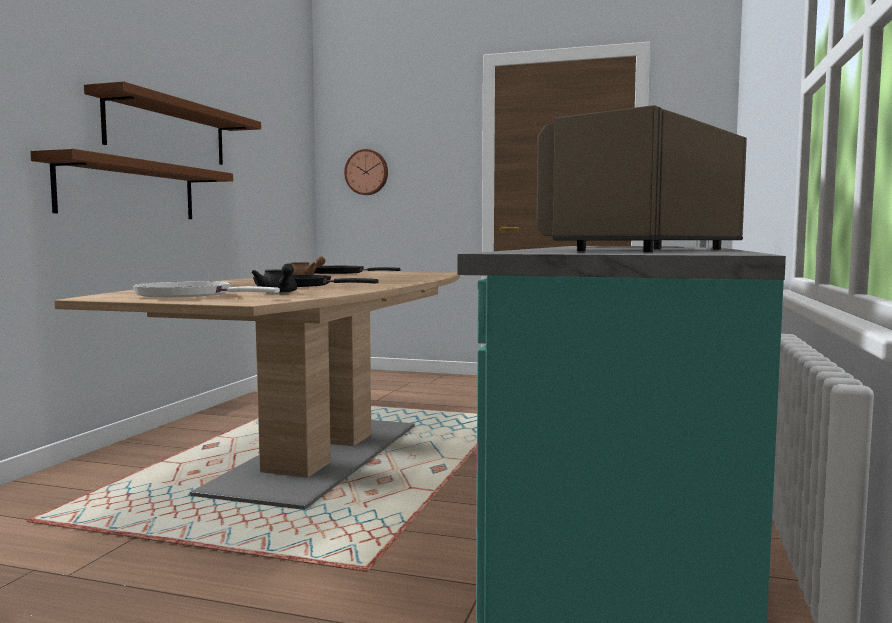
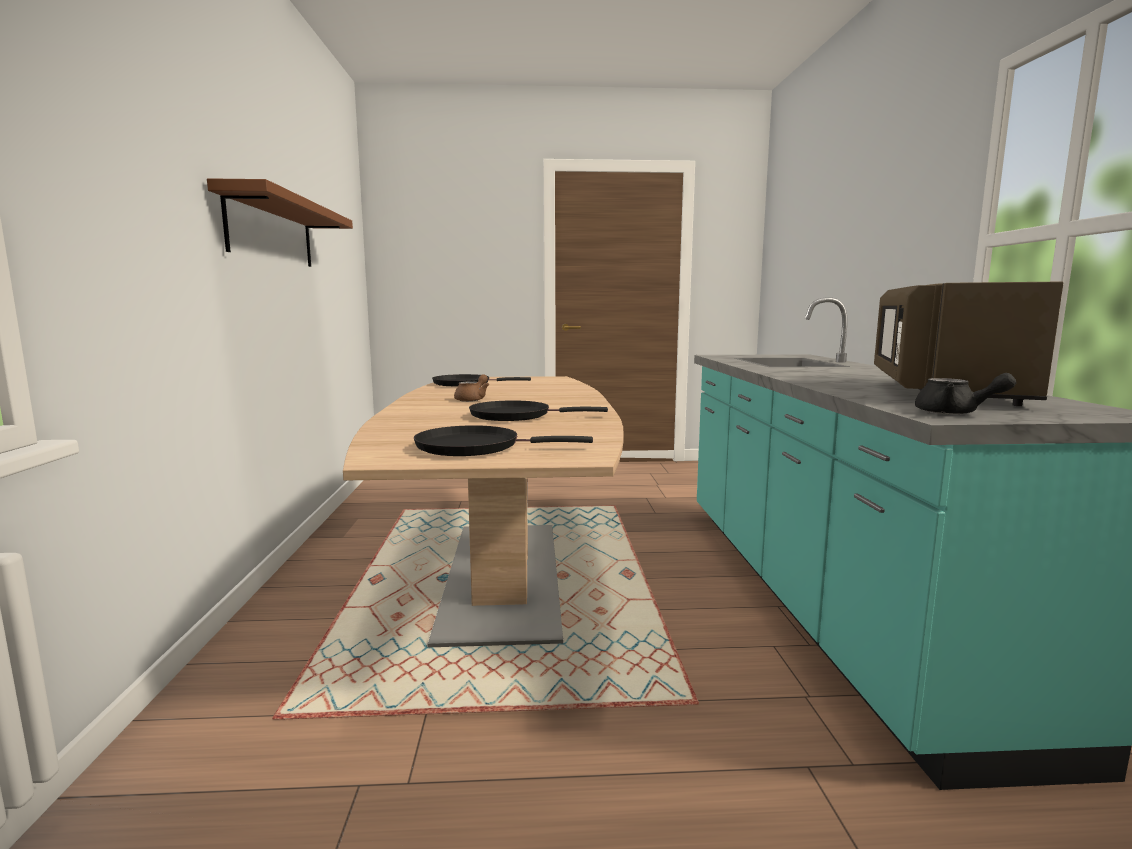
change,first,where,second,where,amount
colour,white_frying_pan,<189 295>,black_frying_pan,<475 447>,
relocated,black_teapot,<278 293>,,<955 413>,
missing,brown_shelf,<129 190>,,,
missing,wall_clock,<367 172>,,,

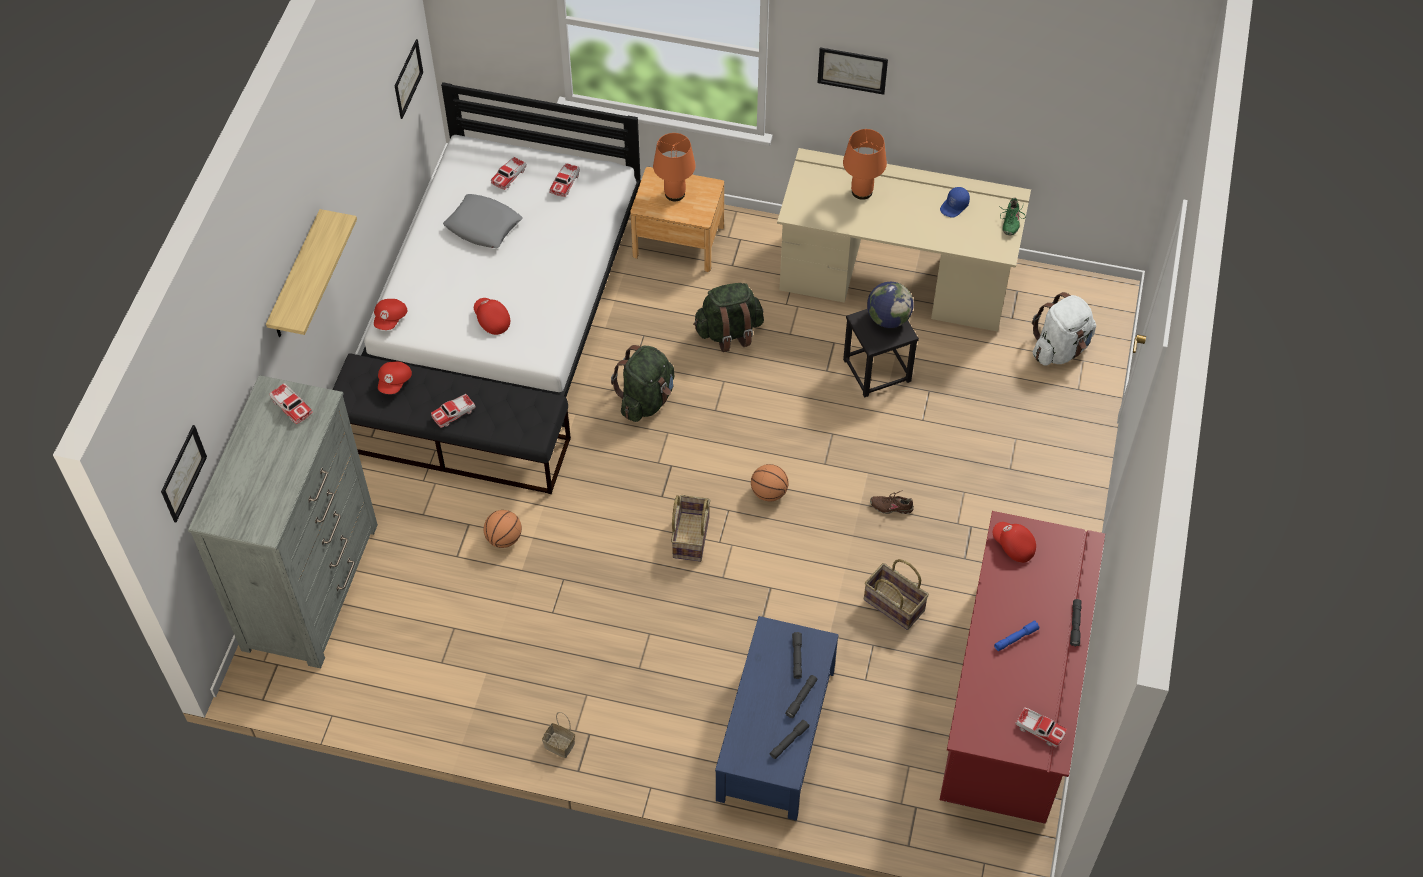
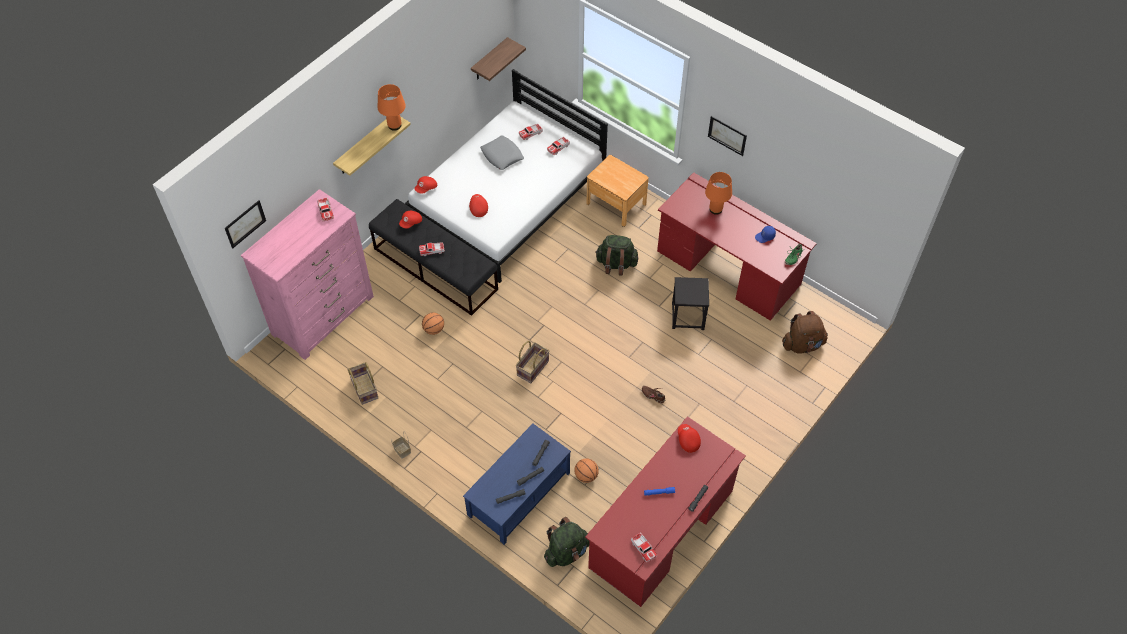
change,first,where,second,where,amount
colour,grey_dresser,<311 586>,pink_dresser,<323 315>,
relocated,basket,<893 605>,,<364 389>,
relocated,orange_table_lamp,<675 193>,,<395 125>,
exchanged,picture,<408 78>,shelf,<489 60>,
relocated,green_backpack,<646 400>,,<567 552>,
relocated,basketball,<769 493>,,<586 476>,
colour,beige_desk,<896 277>,red_desk,<728 268>,
colour,white_backpack,<1060 349>,brown_backpack,<802 344>,
missing,globe,<888 319>,,,

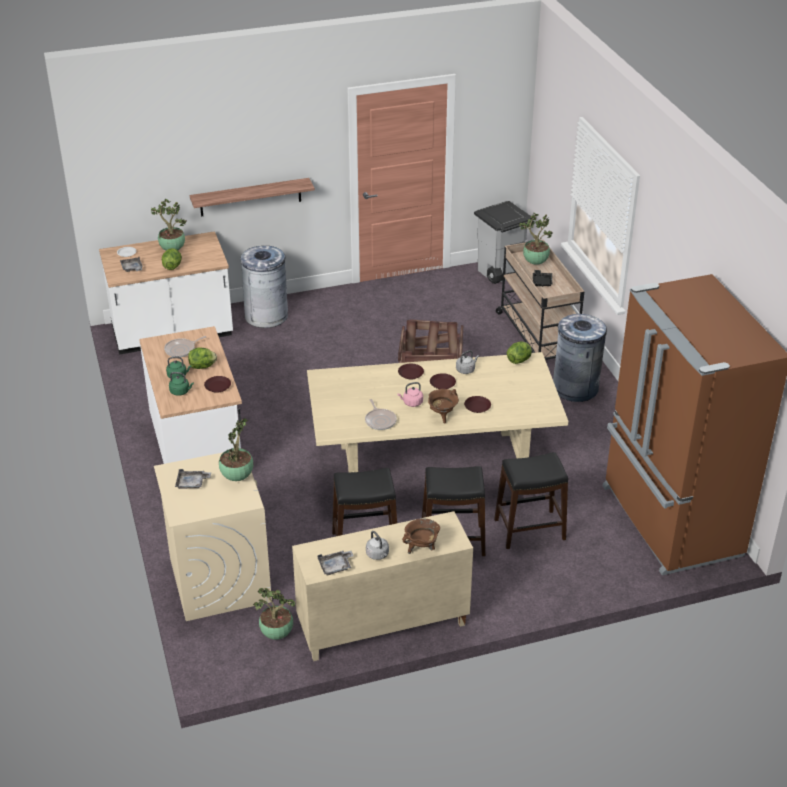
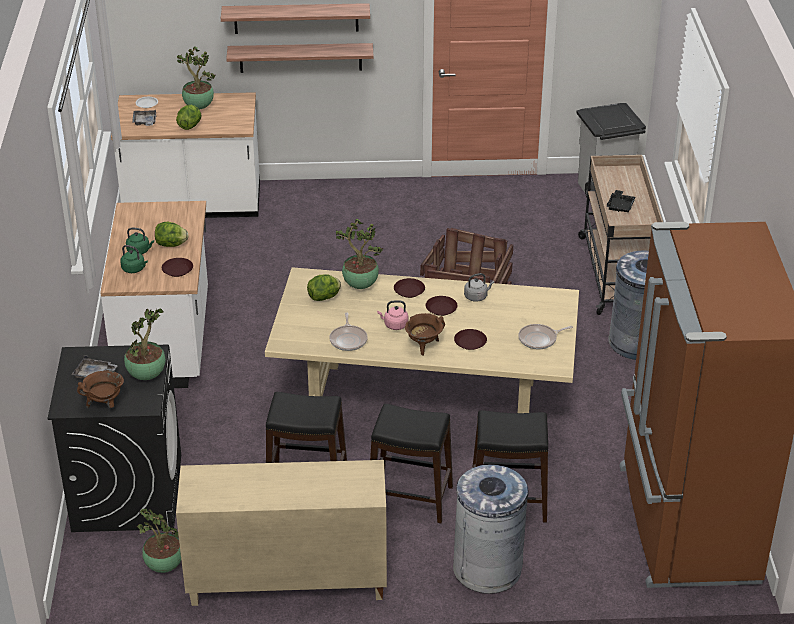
change,first,where,second,where,amount
colour,beige_washing_machine,<219 579>,black_washing_machine,<127 492>,
relocated,brown_cooking_pot,<421 548>,,<104 404>,
appeared,,,shelf,<296 18>,
relocated,lettuce,<519 360>,,<324 297>,
relocated,potted_plant,<534 262>,,<359 285>,
relocated,grey_trash_can,<266 316>,,<488 568>,
relocated,frying_pan,<181 350>,,<539 339>,
missing,grey_tray,<336 566>,,,
missing,grey_kettle,<378 555>,,,

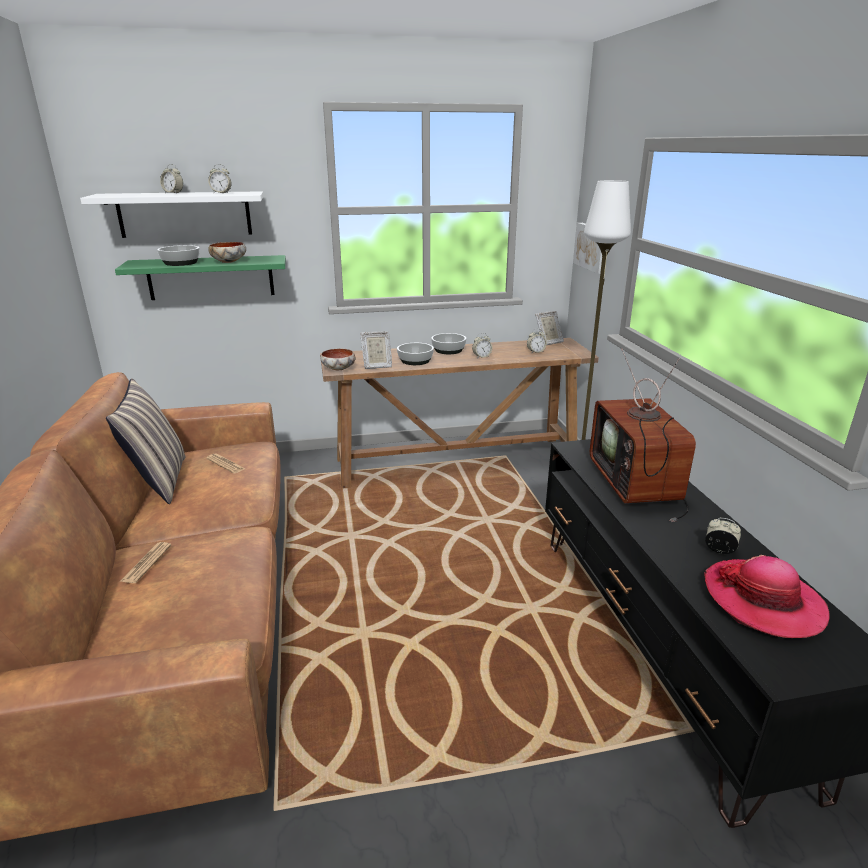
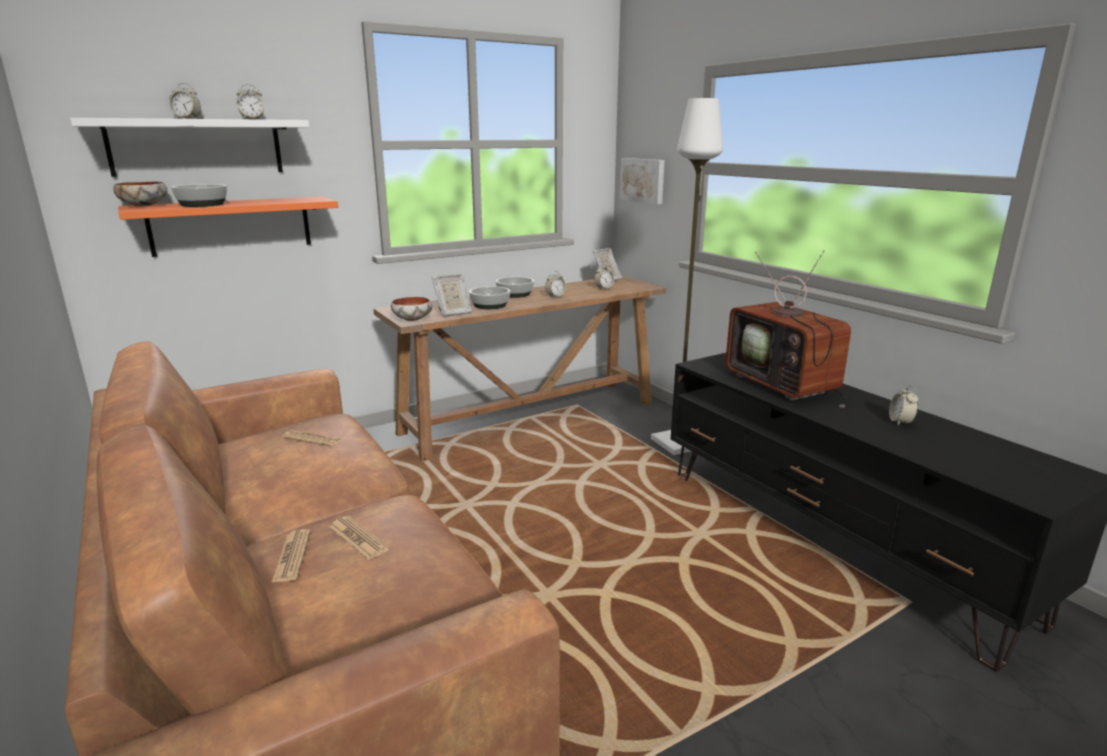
change,first,where,second,where,amount
relocated,bowl,<229 261>,,<144 205>,
colour,green_shelf,<211 277>,orange_shelf,<231 225>,
appeared,,,newspaper,<358 538>,
spun,alarm_clock,<719 550>,,<900 422>,90 degrees counterclockwise
missing,pillow,<159 481>,,,
missing,hat,<763 601>,,,

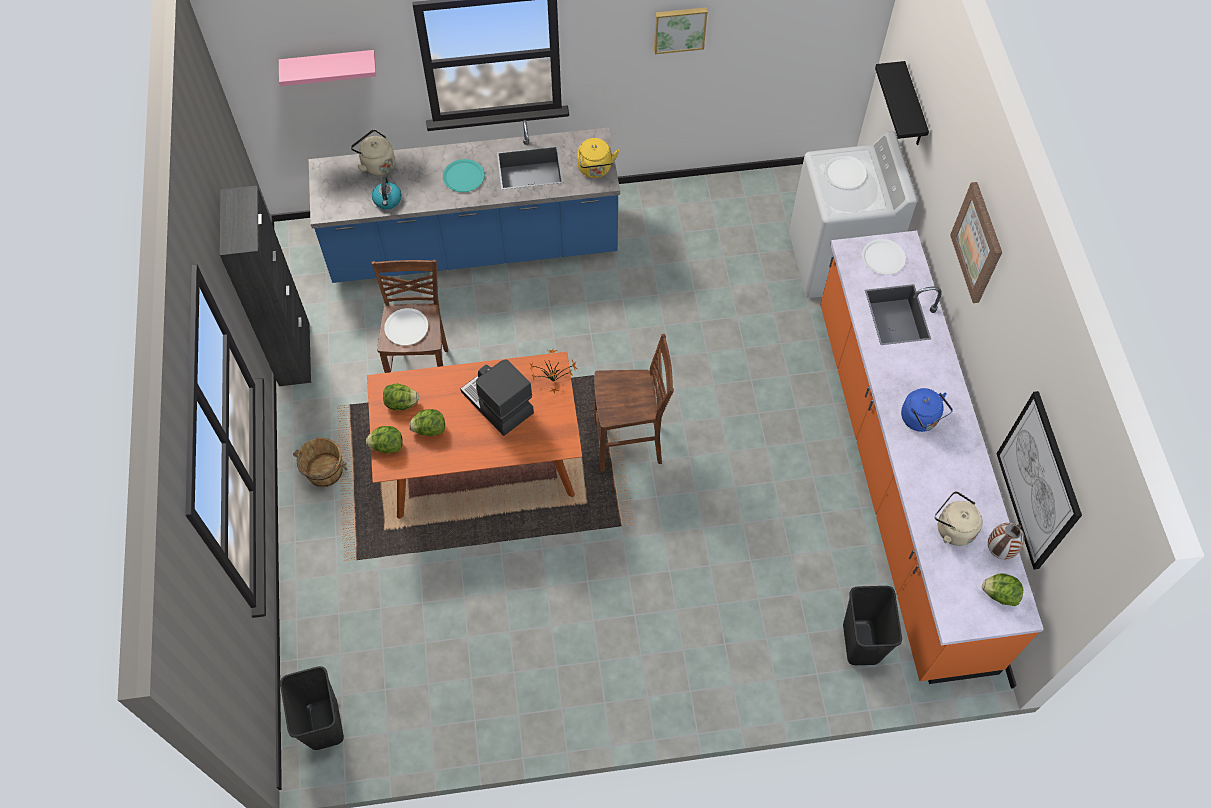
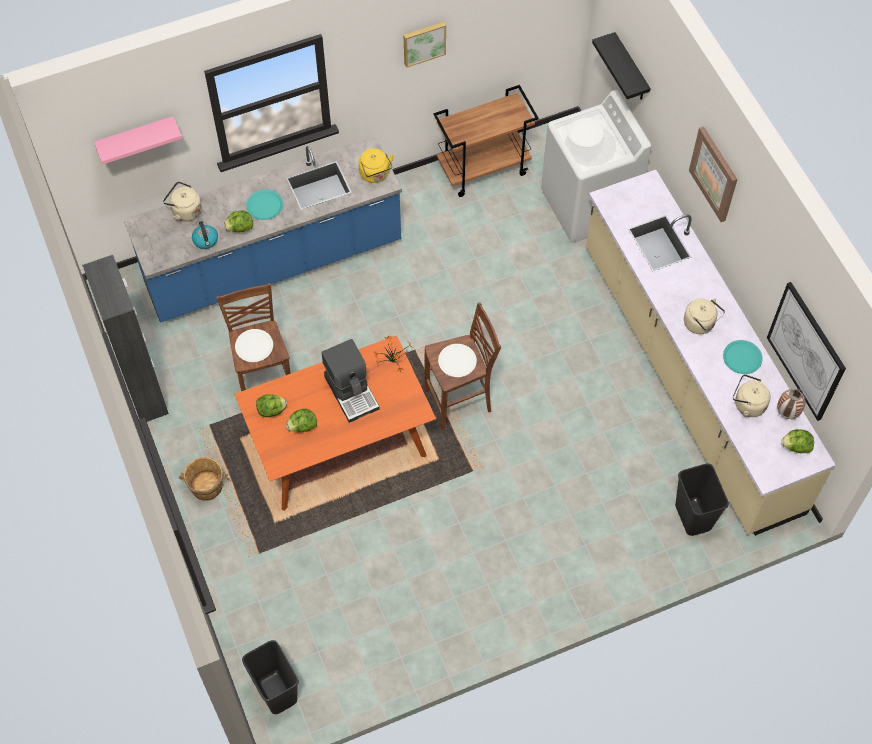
change,first,where,second,where,amount
relocated,lettuce,<387 446>,,<240 228>,
spun,coffee_machine,<497 403>,,<352 392>,150 degrees counterclockwise
appeared,,,brown_cart,<484 168>,
relocated,white_plate,<883 257>,,<457 361>,
colour,orange_counter,<899 480>,beige_counter,<689 378>,
colour,blue_kettle,<921 419>,beige_kettle,<700 324>,
appeared,,,turquoise_plate,<742 357>,

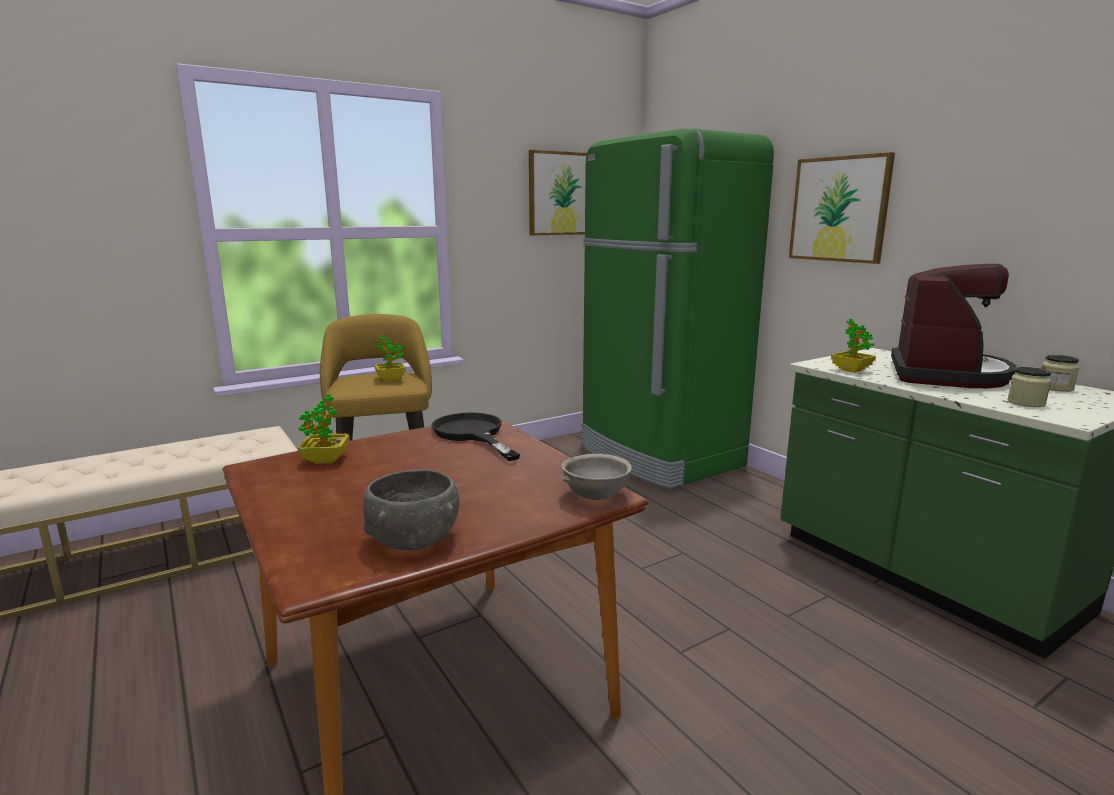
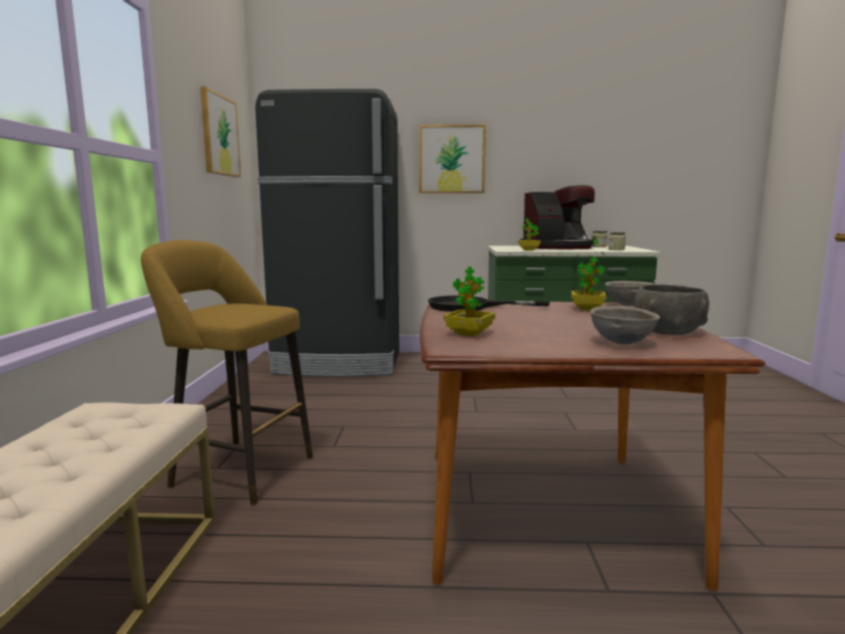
change,first,where,second,where,amount
colour,green_fridge,<658 457>,black_fridge,<339 363>,
spun,coffee_machine,<946 374>,,<558 247>,105 degrees clockwise
relocated,potted_plant,<390 379>,,<587 309>,
appeared,,,grey_bowl,<622 343>,

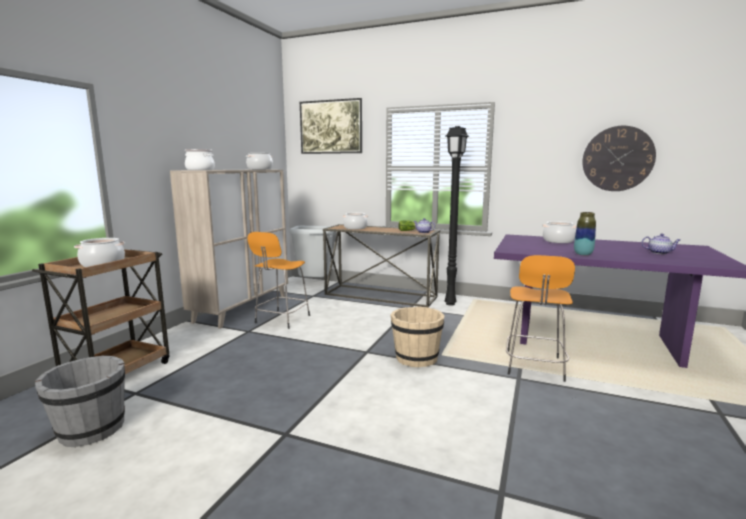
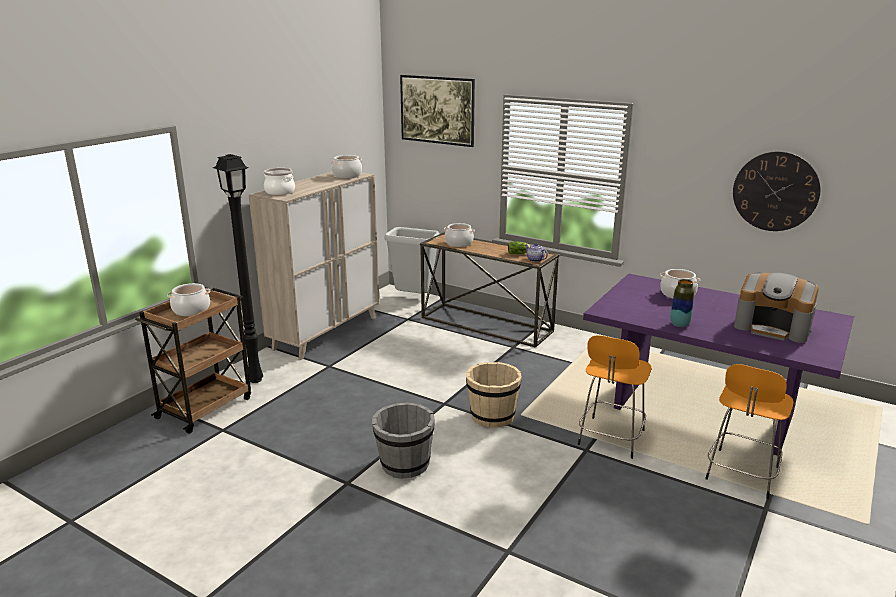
change,first,where,second,where,amount
relocated,black_floor_lamp,<451 304>,,<257 380>,
relocated,grey_bucket,<90 430>,,<404 465>,
relocated,orange_stool,<281 320>,,<741 475>,
exchanged,teapot,<659 253>,coffee_machine,<772 328>,

